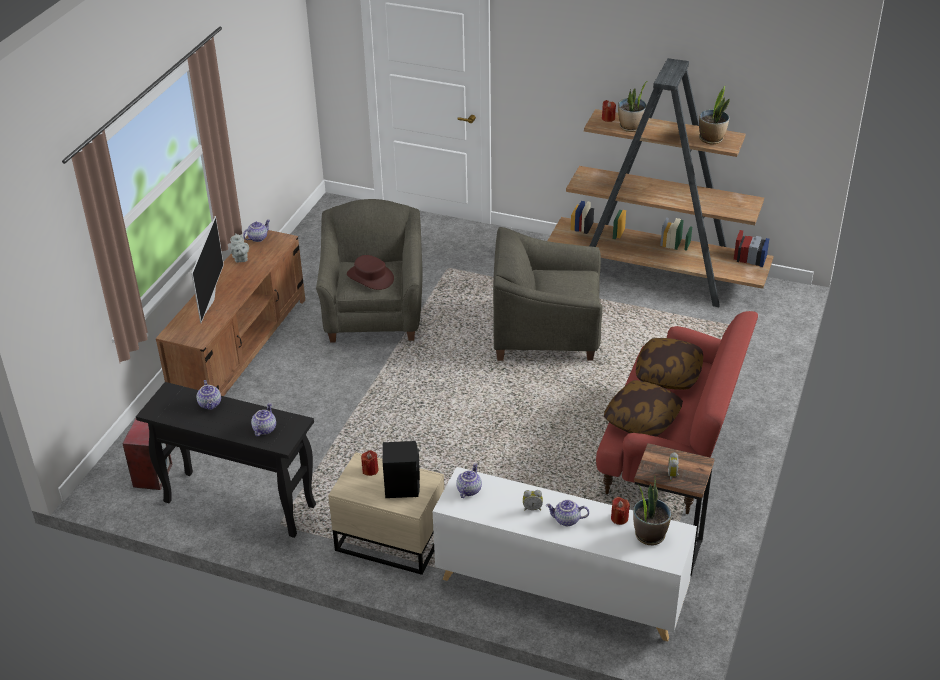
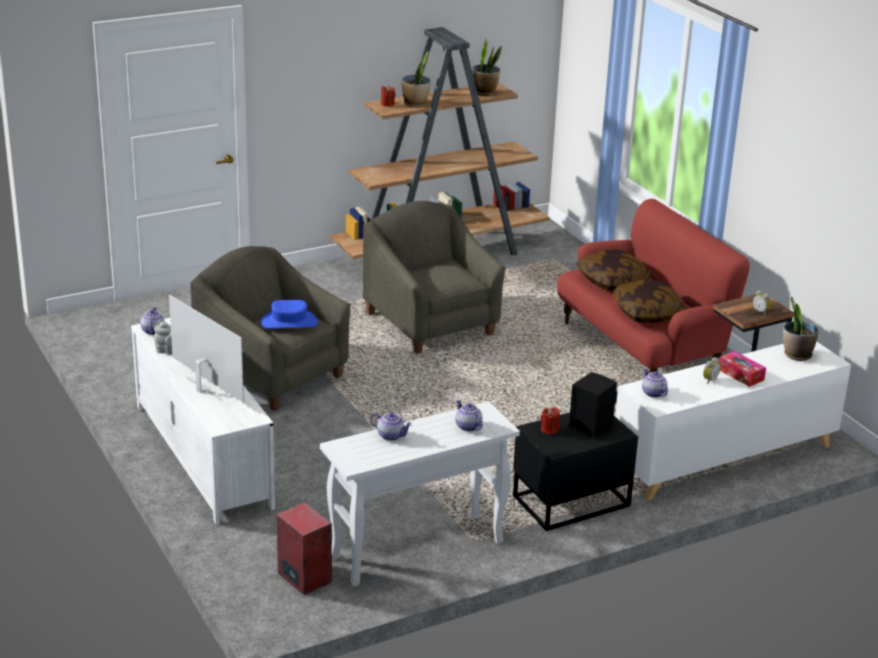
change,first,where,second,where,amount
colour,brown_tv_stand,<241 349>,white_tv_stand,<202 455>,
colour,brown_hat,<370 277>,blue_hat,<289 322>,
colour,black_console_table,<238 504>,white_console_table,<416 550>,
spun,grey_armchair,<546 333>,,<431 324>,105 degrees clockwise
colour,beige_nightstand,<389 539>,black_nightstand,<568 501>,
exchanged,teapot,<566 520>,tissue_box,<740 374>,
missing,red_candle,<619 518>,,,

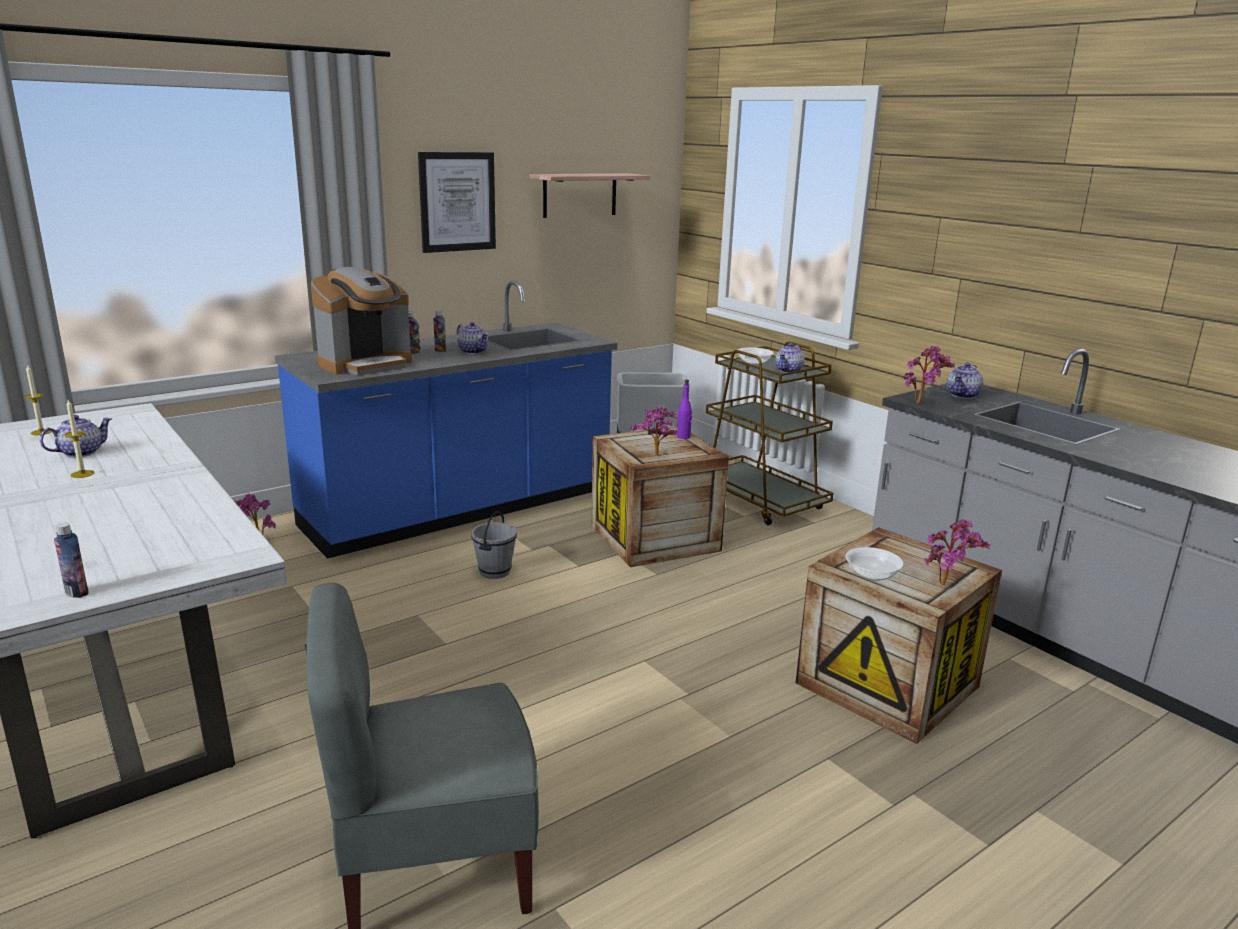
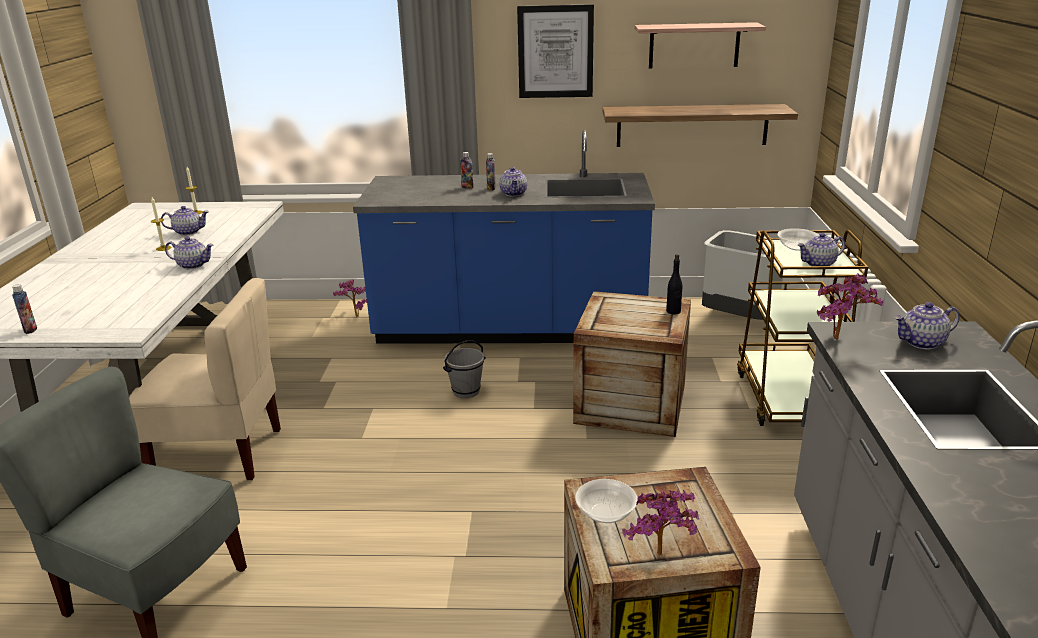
change,first,where,second,where,amount
appeared,,,beige_chair,<220 454>,
appeared,,,teapot,<193 265>,
appeared,,,shelf,<692 125>,
colour,purple_bottle,<683 437>,black_bottle,<673 311>,
missing,coffee_machine,<366 364>,,,
missing,potted_plant,<656 456>,,,

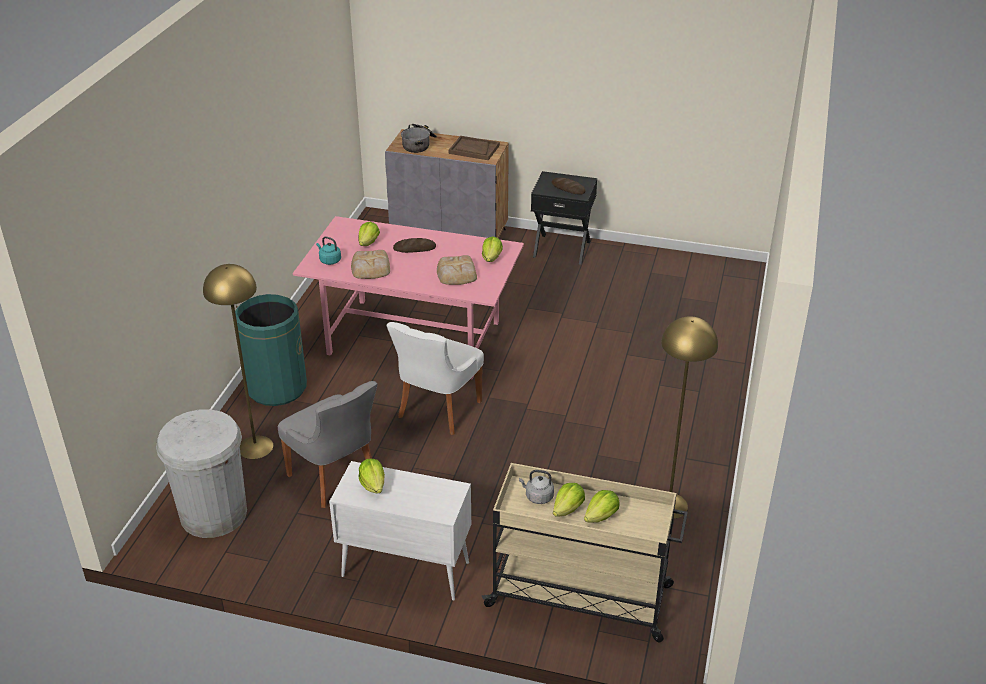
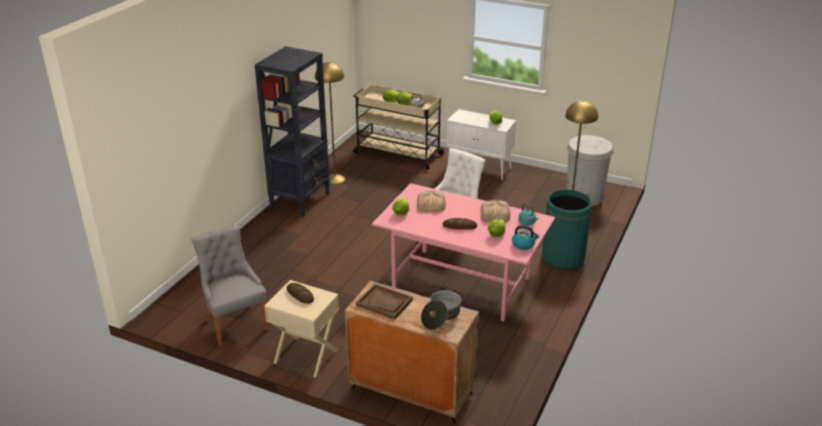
change,first,where,second,where,amount
relocated,grey_chair,<335 478>,,<235 323>,
appeared,,,black_bookcase,<300 201>,
colour,black_nightstand,<562 248>,beige_nightstand,<305 356>,
appeared,,,kettle,<523 244>,

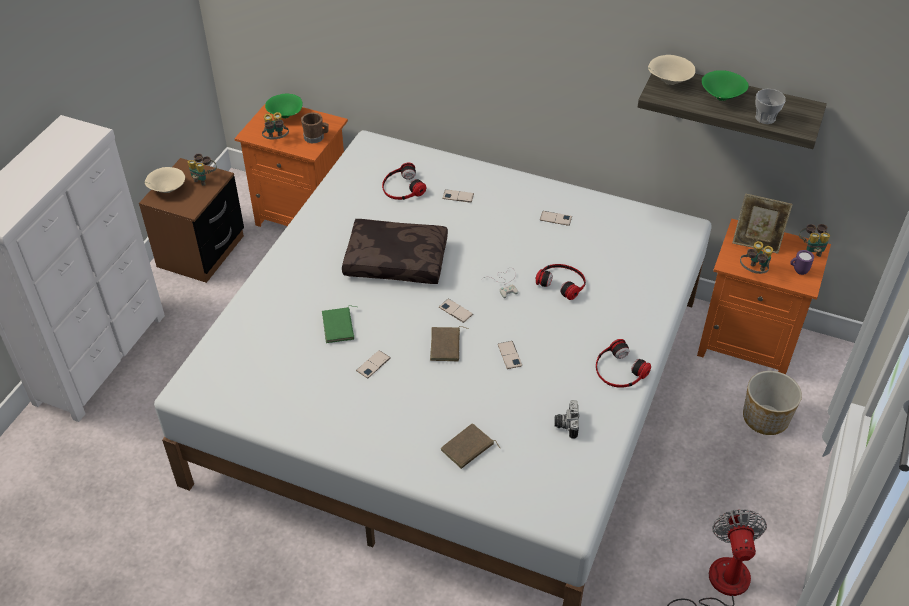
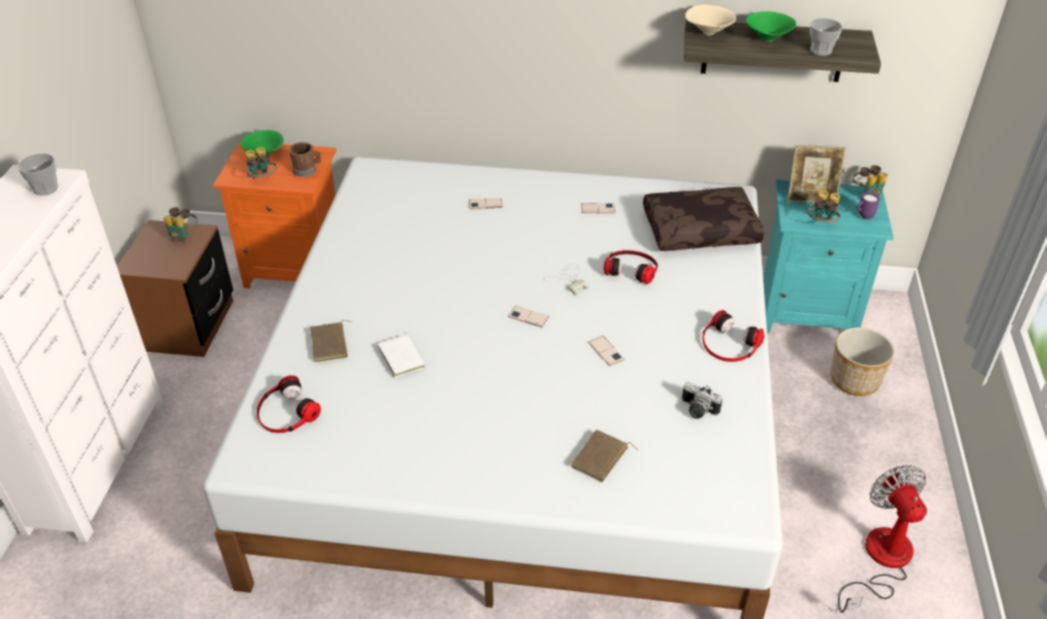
change,first,where,second,where,amount
appeared,,,cup,<45 188>,
relocated,headphones,<402 187>,,<286 412>,
relocated,brown_book,<446 346>,,<331 344>,
colour,green_book,<339 327>,white_book,<403 357>,
relocated,brown_pillow,<397 259>,,<700 229>,
spun,photo_camera,<565 424>,,<697 410>,45 degrees counterclockwise
colour,orange_nightstand,<747 343>,turquoise_nightstand,<806 312>,
missing,beige_bowl,<167 190>,,,
missing,phone,<373 364>,,,

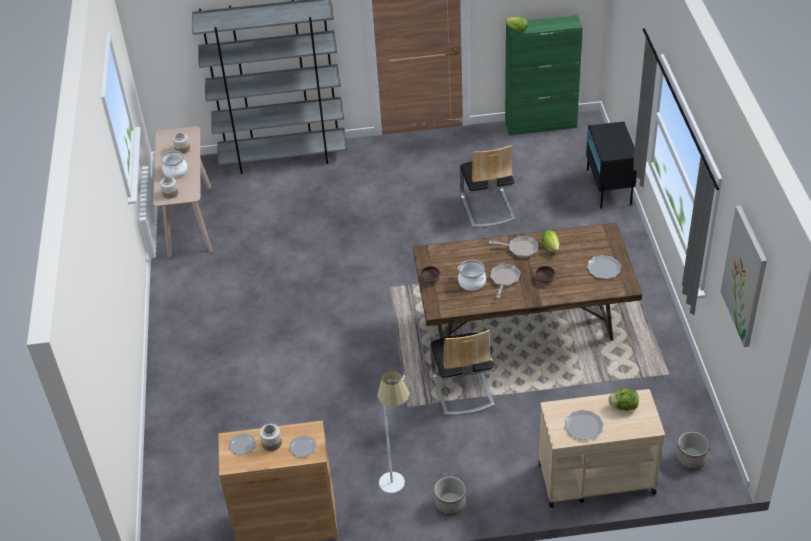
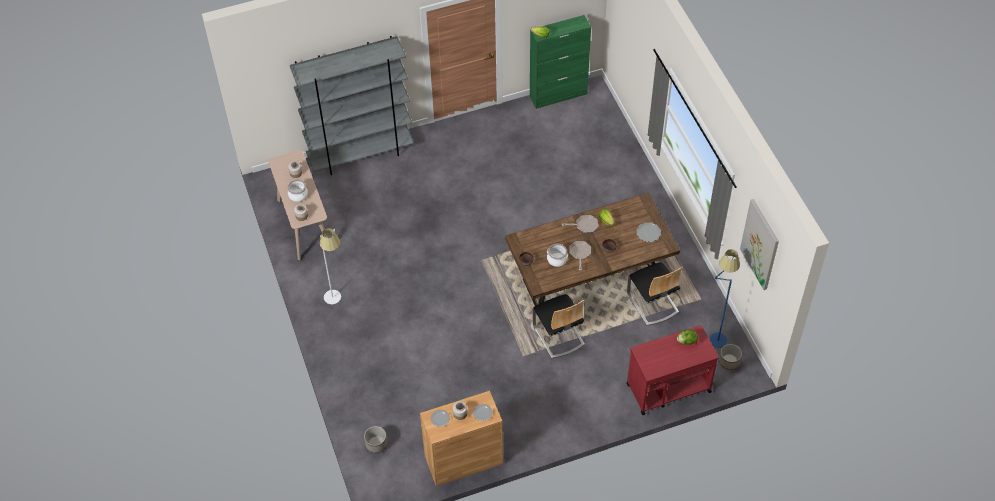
change,first,where,second,where,amount
relocated,white_floor_lamp,<398 490>,,<337 301>,
relocated,planter,<450 504>,,<376 444>,
relocated,chair,<487 208>,,<652 303>,
colour,beige_cart,<595 478>,red_cart,<668 388>,
appeared,,,blue_floor_lamp,<716 333>,
missing,plate,<583 426>,,,
missing,black_nightstand,<608 187>,,,

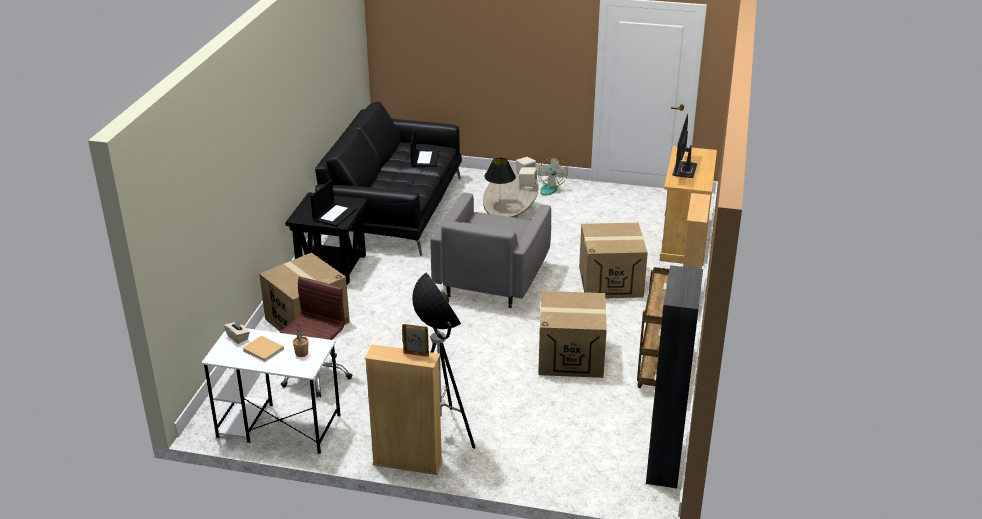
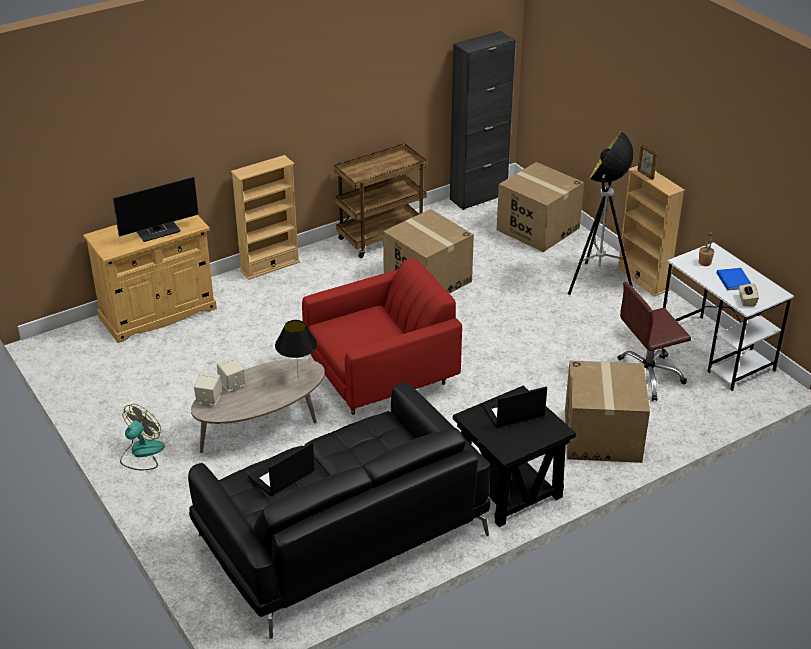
change,first,where,second,where,amount
colour,grey_armchair,<491 280>,red_armchair,<382 377>,
relocated,cardboard_box,<611 282>,,<537 229>,
colour,beige_book,<264 350>,blue_book,<733 279>,

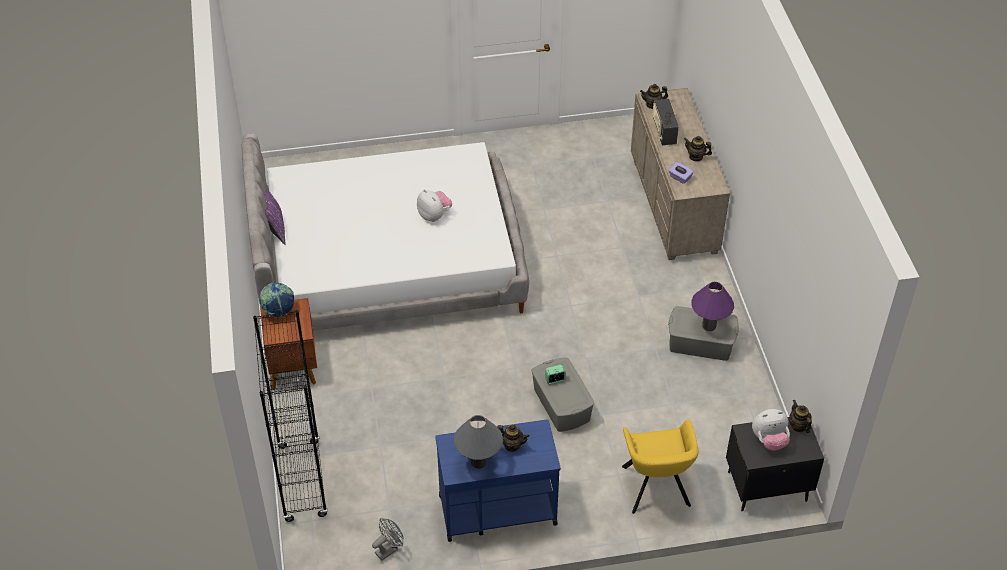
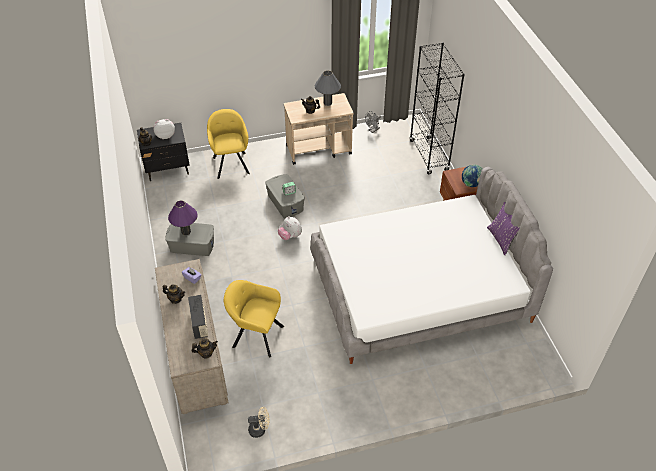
change,first,where,second,where,amount
appeared,,,yellow_armchair,<256 335>,
appeared,,,beige_fan,<260 429>,
relocated,plush_toy,<434 215>,,<290 236>,
colour,blue_cart,<496 509>,beige_cart,<319 150>,

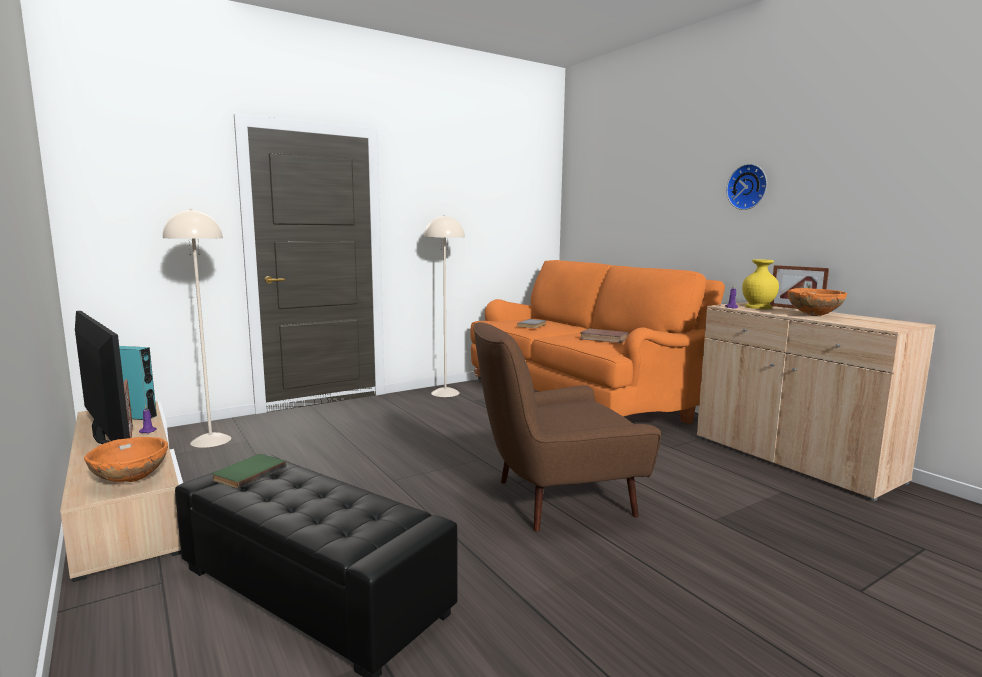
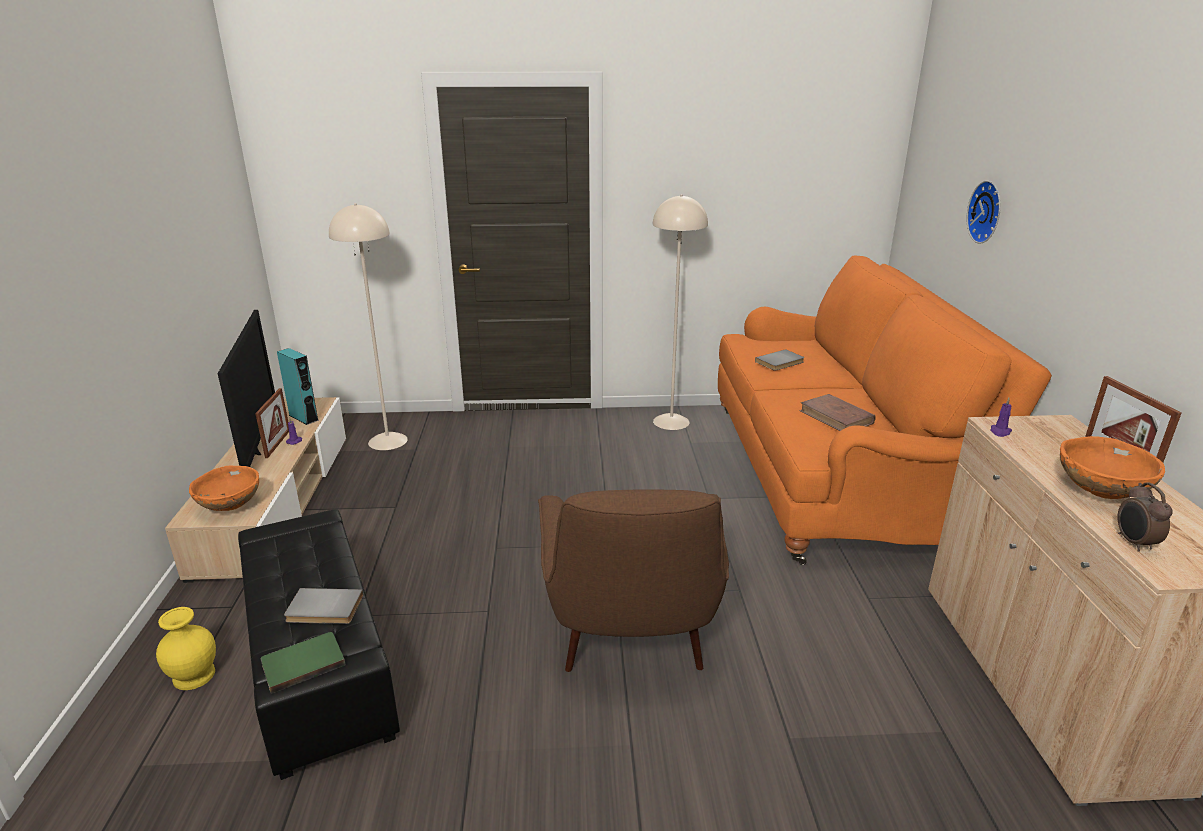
change,first,where,second,where,amount
relocated,yellow_vase,<759 307>,,<194 676>,
relocated,green_book,<248 473>,,<303 663>,
appeared,,,grey_book,<324 610>,
spun,brown_armchair,<555 499>,,<631 633>,105 degrees counterclockwise
relocated,wall_clock,<748 187>,,<988 212>,
appeared,,,alarm_clock,<1133 543>,

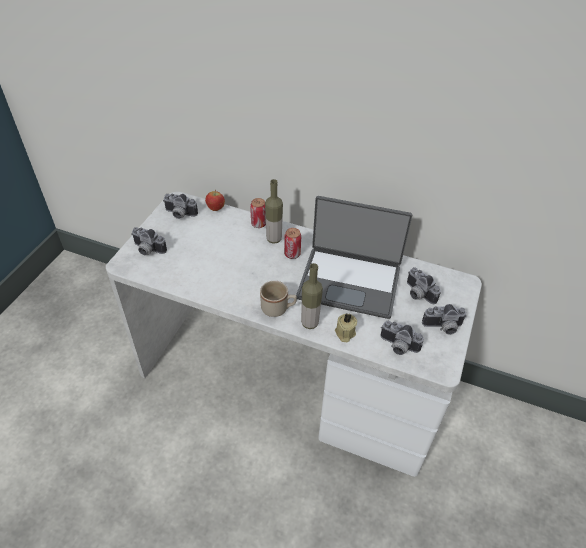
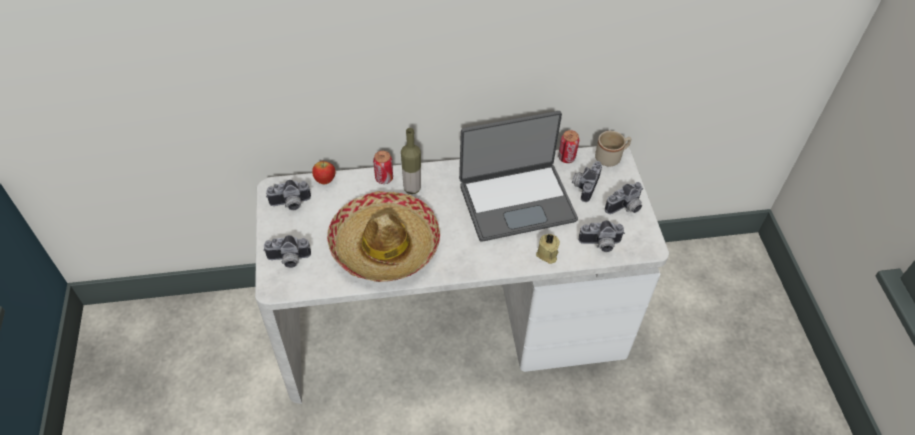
change,first,where,second,where,amount
appeared,,,hat,<384 245>,
relocated,can,<292 254>,,<566 158>,
spun,photo_camera,<417 294>,,<584 185>,90 degrees clockwise
relocated,beige_mug,<278 309>,,<611 157>,
missing,bottle,<309 323>,,,

